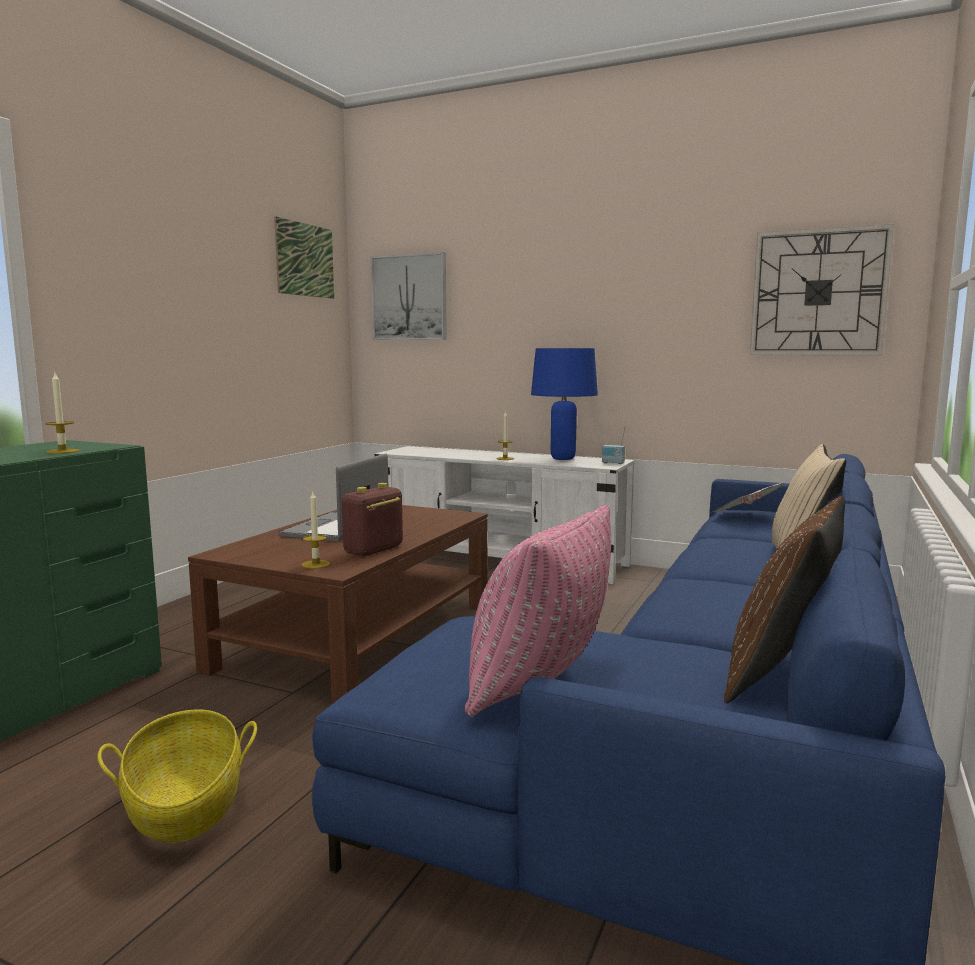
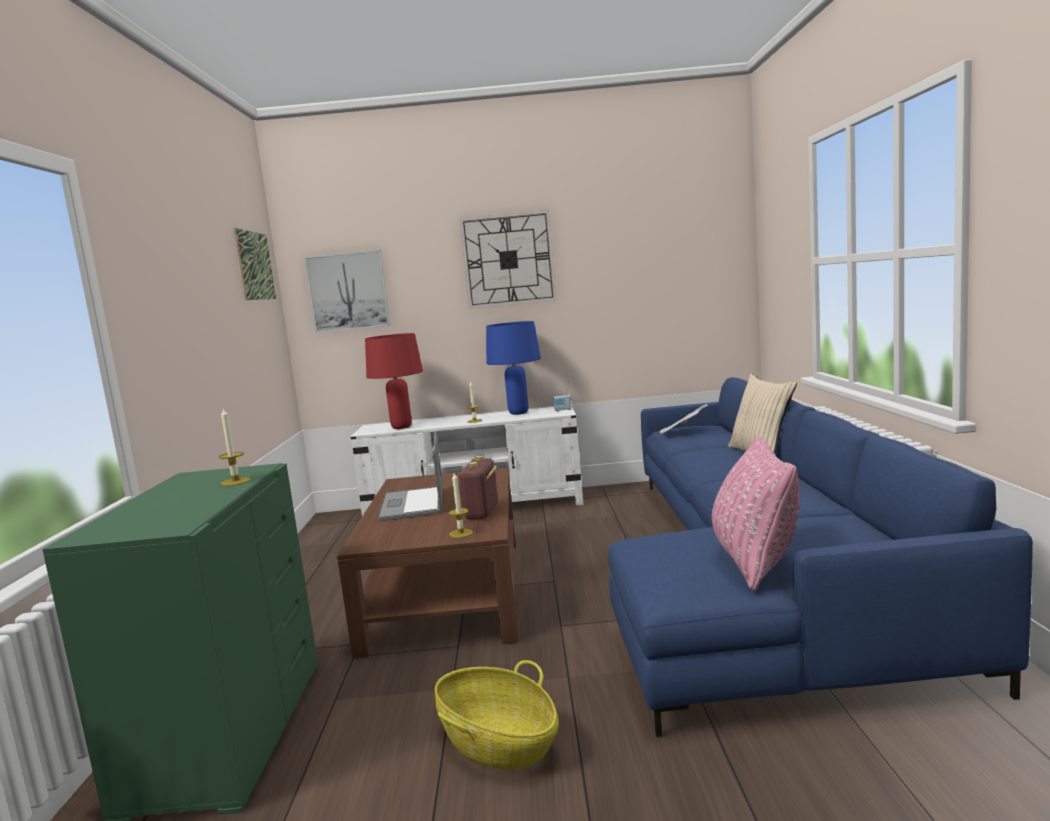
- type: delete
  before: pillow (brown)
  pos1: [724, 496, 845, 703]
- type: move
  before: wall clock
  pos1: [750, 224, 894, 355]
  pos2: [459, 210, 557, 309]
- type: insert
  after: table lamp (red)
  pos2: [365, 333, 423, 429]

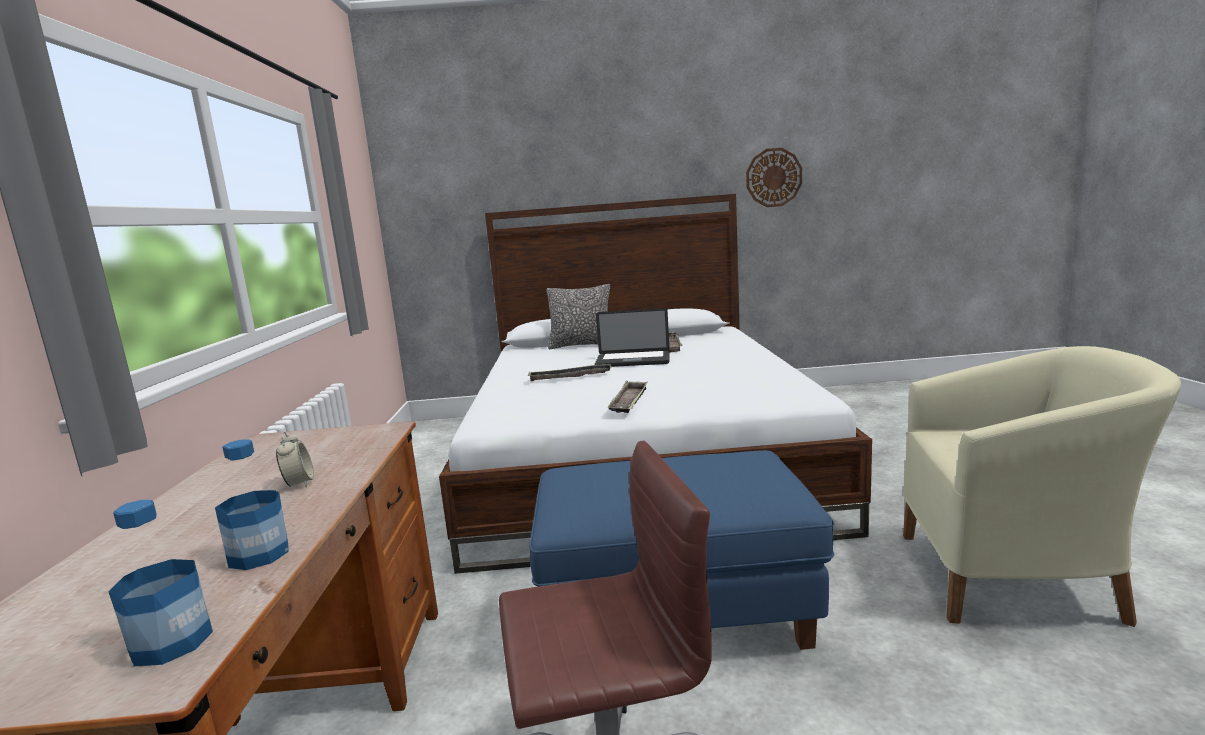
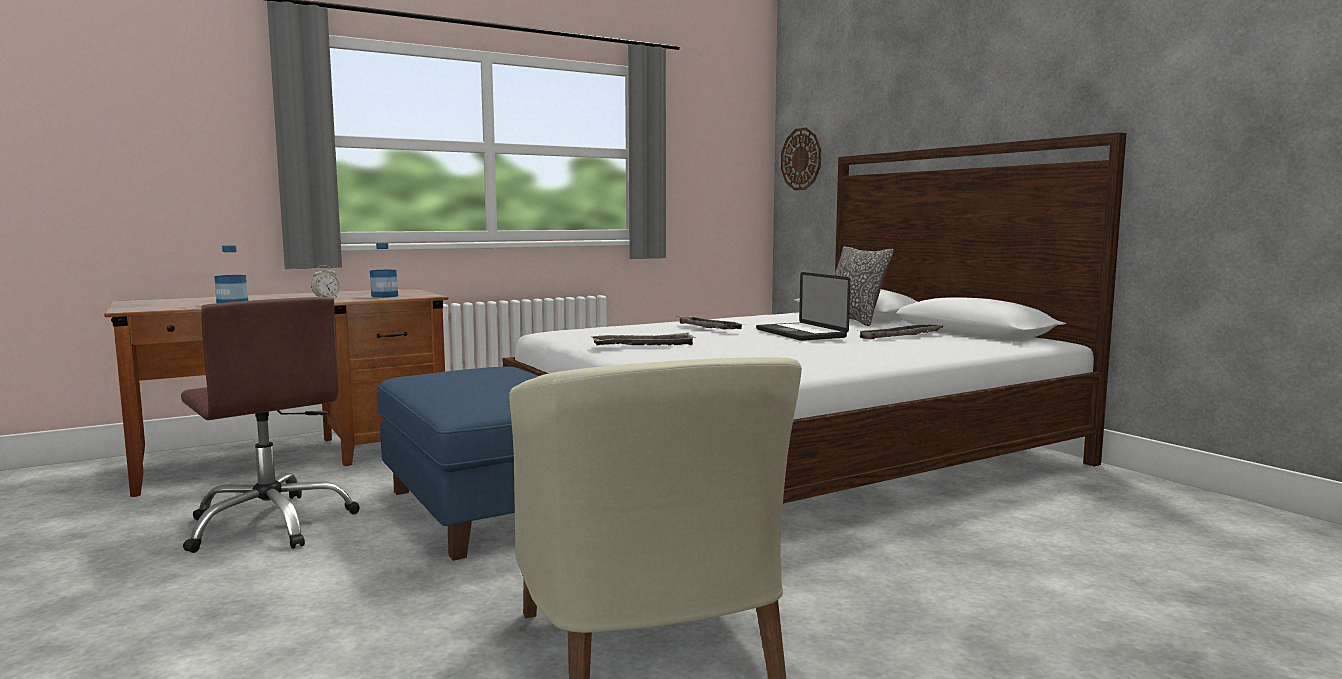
- type: move
  before: bottle
  pos1: [109, 500, 213, 666]
  pos2: [370, 243, 398, 298]
- type: move
  before: wall clock
  pos1: [746, 148, 802, 207]
  pos2: [781, 127, 821, 190]

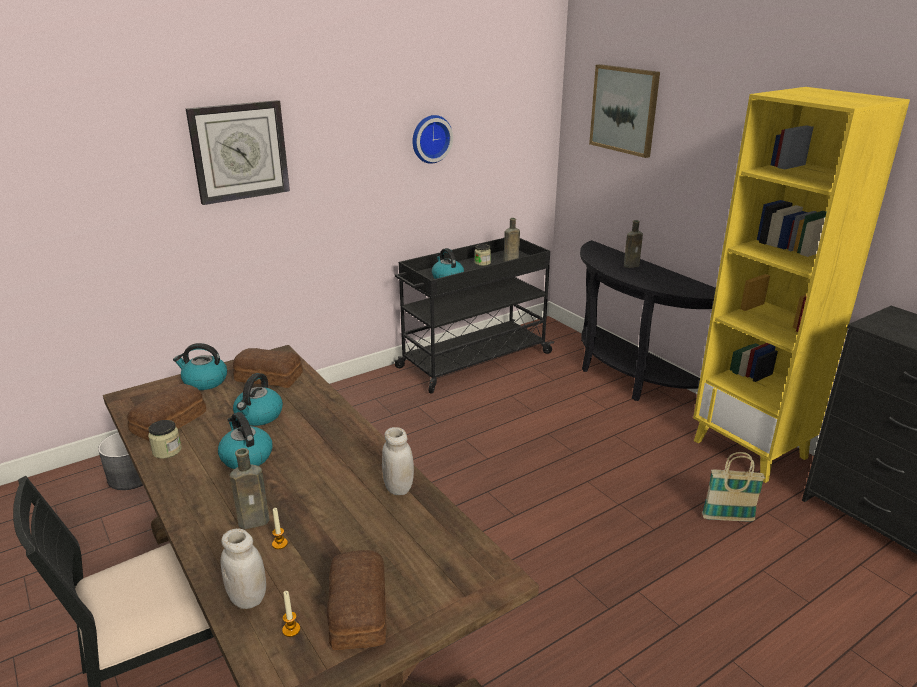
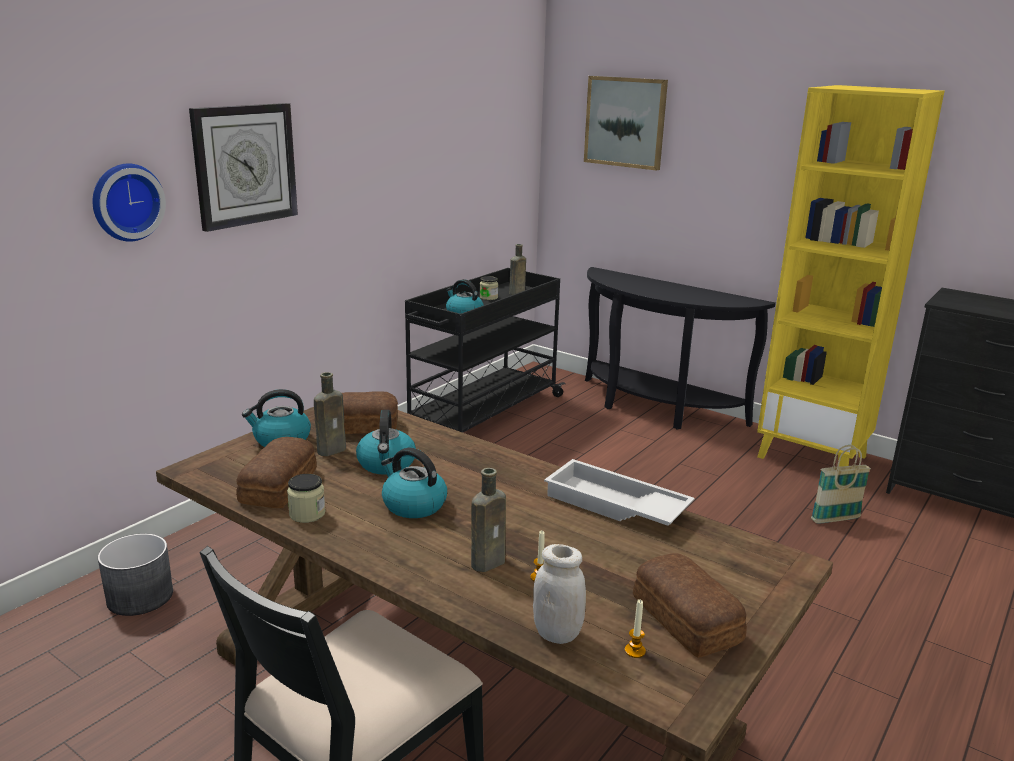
- type: replace
  before: jar (white)
  after: tray (white)
  pos1: [382, 427, 414, 495]
  pos2: [544, 459, 695, 526]
- type: move
  before: wall clock
  pos1: [412, 115, 453, 164]
  pos2: [93, 164, 166, 242]
- type: move
  before: bottle (brown)
  pos1: [624, 220, 643, 268]
  pos2: [314, 372, 346, 456]

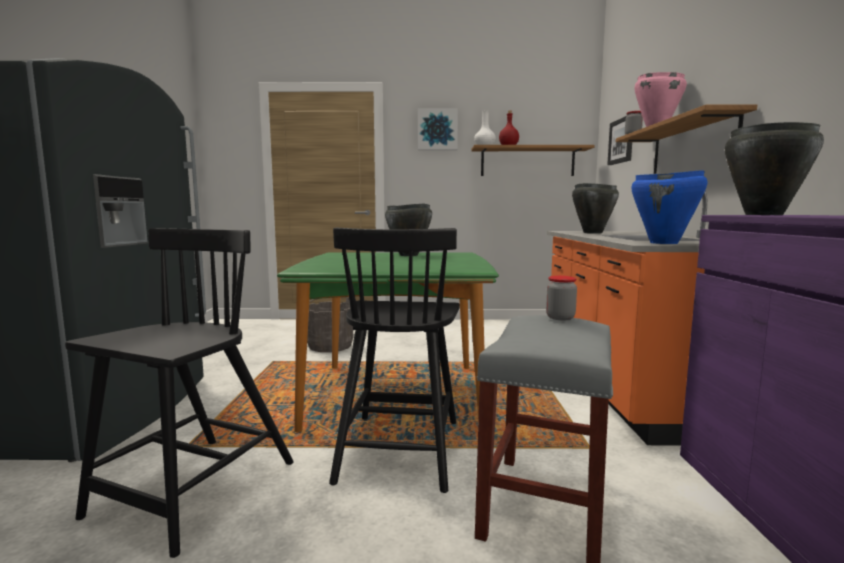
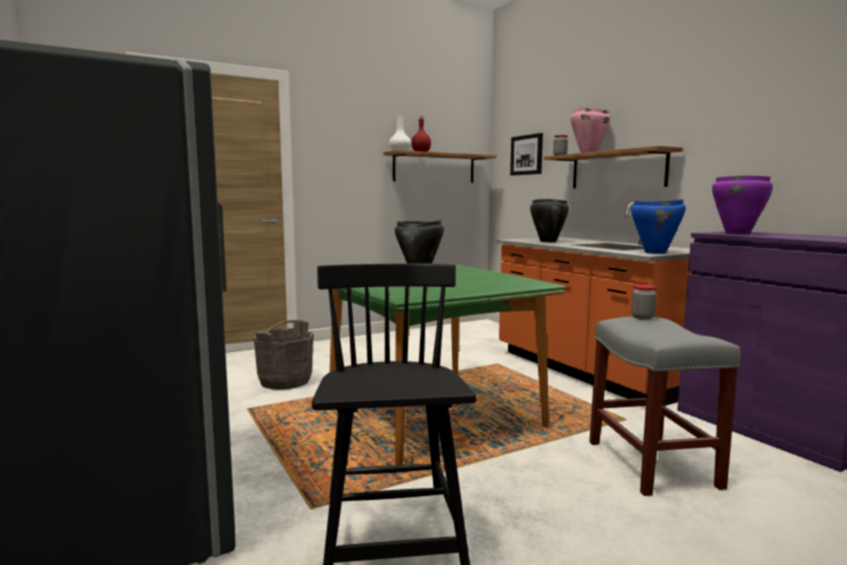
- type: delete
  before: chair (black)
  pos1: [329, 228, 460, 493]
- type: delete
  before: picture
  pos1: [418, 108, 458, 150]
- type: recolor
  before: cooking pot (black)
  after: cooking pot (purple)
  pos1: [725, 122, 824, 215]
  pos2: [712, 175, 773, 235]

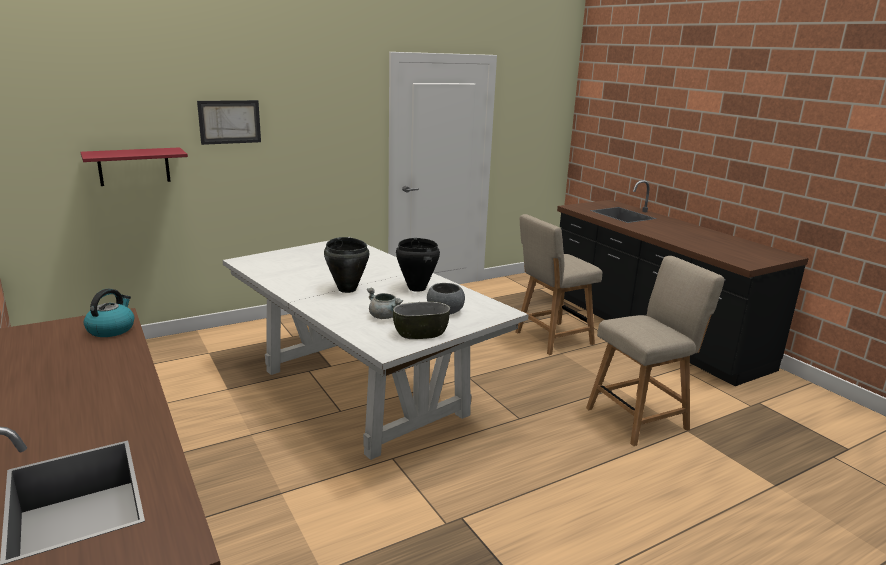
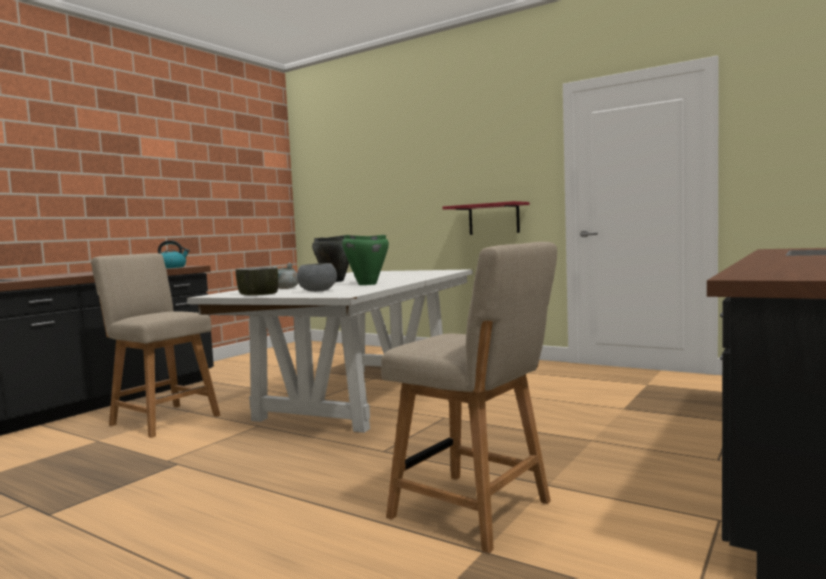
- type: move
  before: shelf (red)
  pos1: [81, 147, 188, 186]
  pos2: [442, 201, 529, 235]
- type: delete
  before: picture
  pos1: [197, 100, 261, 145]
- type: recolor
  before: cooking pot (black)
  after: cooking pot (green)
  pos1: [396, 238, 440, 292]
  pos2: [342, 235, 389, 285]
- type: move
  before: chair (beige)
  pos1: [515, 214, 602, 355]
  pos2: [91, 253, 220, 438]

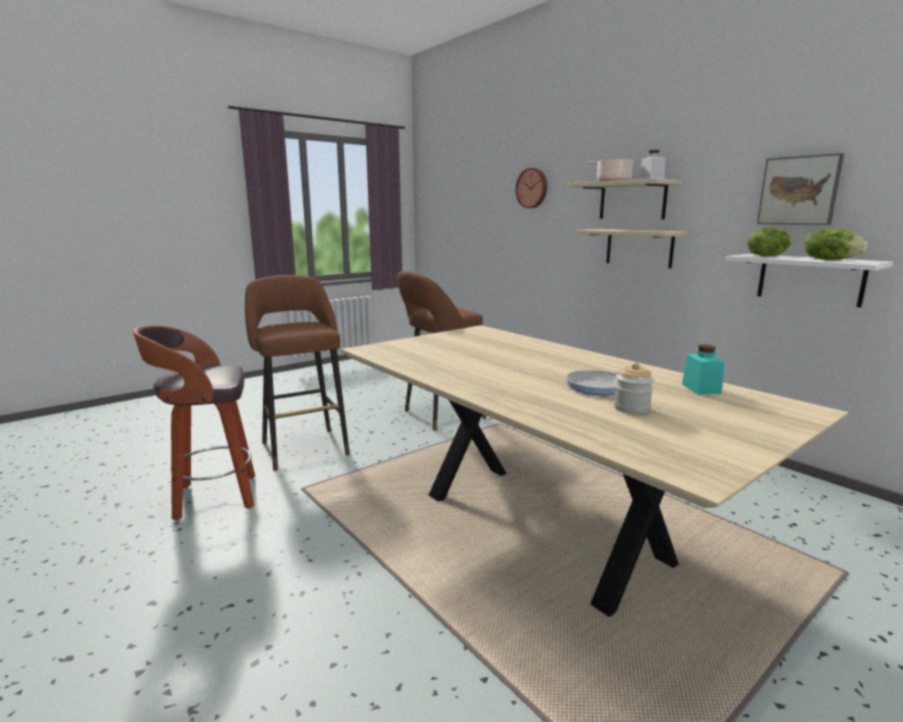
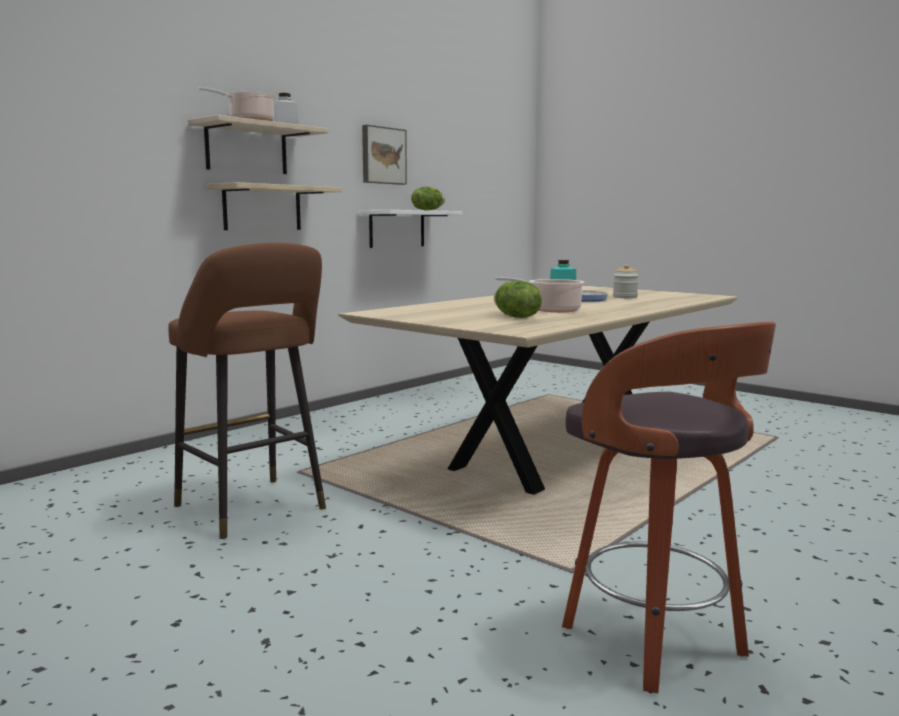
- type: delete
  before: stool (brown)
  pos1: [245, 275, 350, 471]
- type: delete
  before: wall clock
  pos1: [516, 168, 547, 208]
- type: move
  before: lettuce
  pos1: [748, 227, 792, 256]
  pos2: [494, 281, 542, 318]
- type: insert
  after: cooking pot
  pos2: [495, 277, 585, 313]

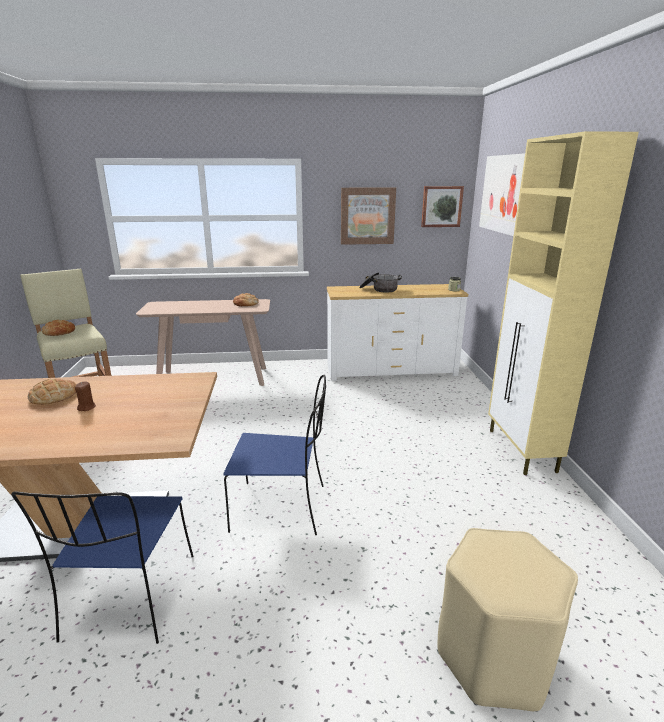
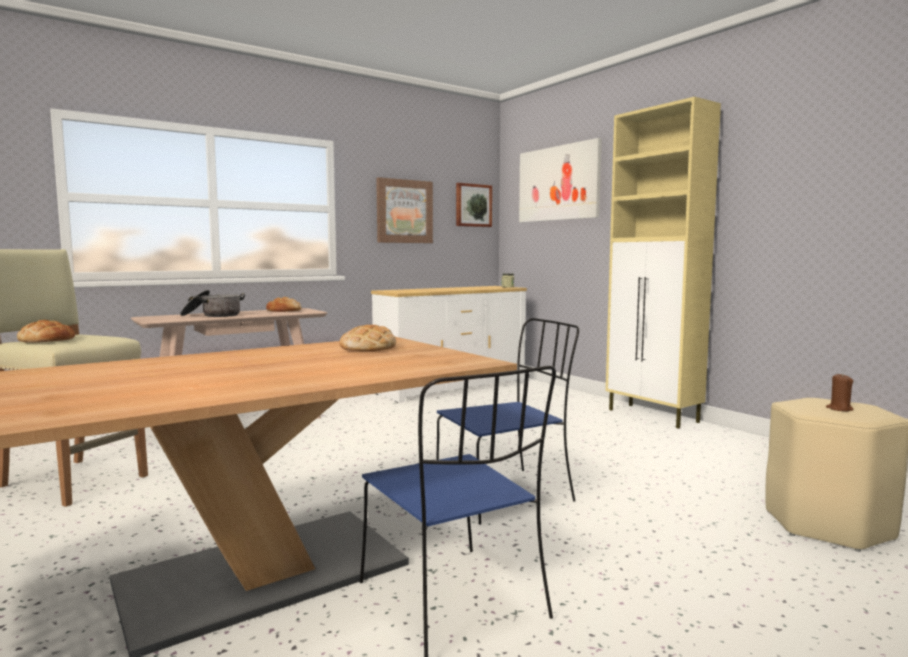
- type: move
  before: bread
  pos1: [28, 379, 76, 405]
  pos2: [339, 325, 396, 351]
- type: move
  before: candle (brown)
  pos1: [75, 382, 96, 411]
  pos2: [826, 373, 854, 412]
- type: move
  before: cooking pot
  pos1: [360, 272, 402, 293]
  pos2: [180, 290, 245, 317]

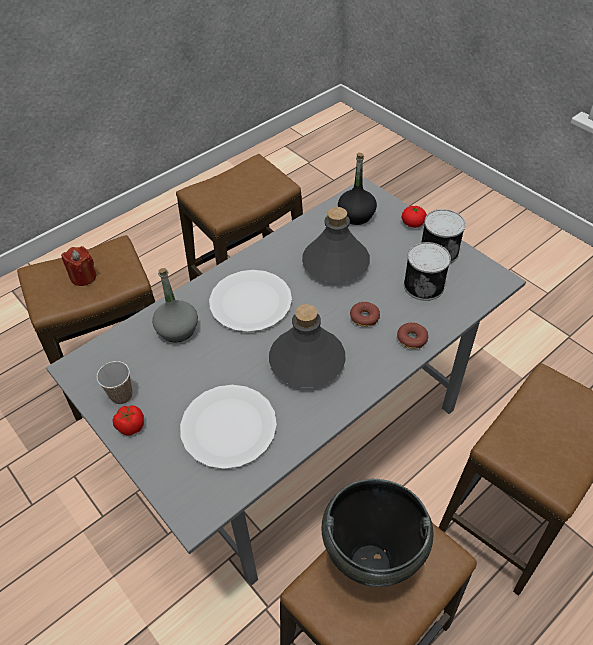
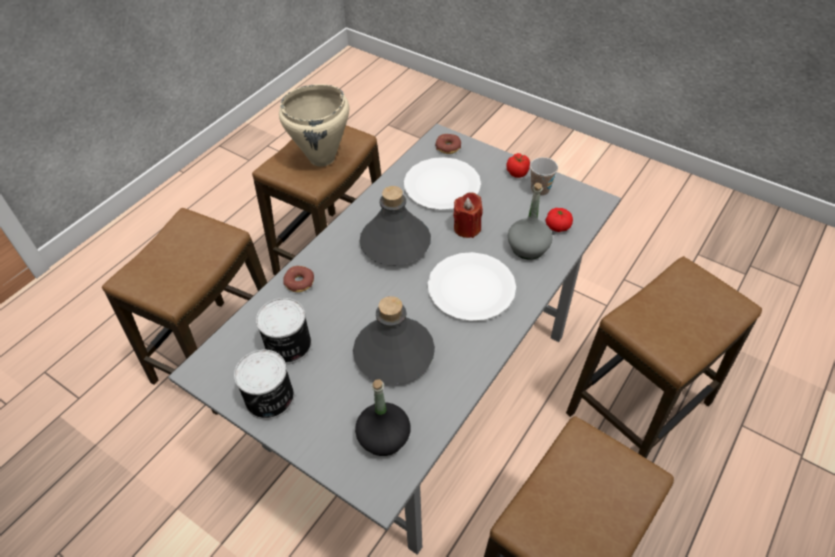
- type: move
  before: candle (red)
  pos1: [61, 246, 97, 286]
  pos2: [453, 192, 483, 238]
- type: recolor
  before: cooking pot (black)
  after: cooking pot (beige)
  pos1: [321, 479, 433, 587]
  pos2: [279, 84, 349, 167]
- type: move
  before: donut
  pos1: [350, 302, 380, 327]
  pos2: [435, 134, 461, 154]
- type: move
  before: tomato
  pos1: [402, 206, 427, 228]
  pos2: [545, 208, 573, 232]

